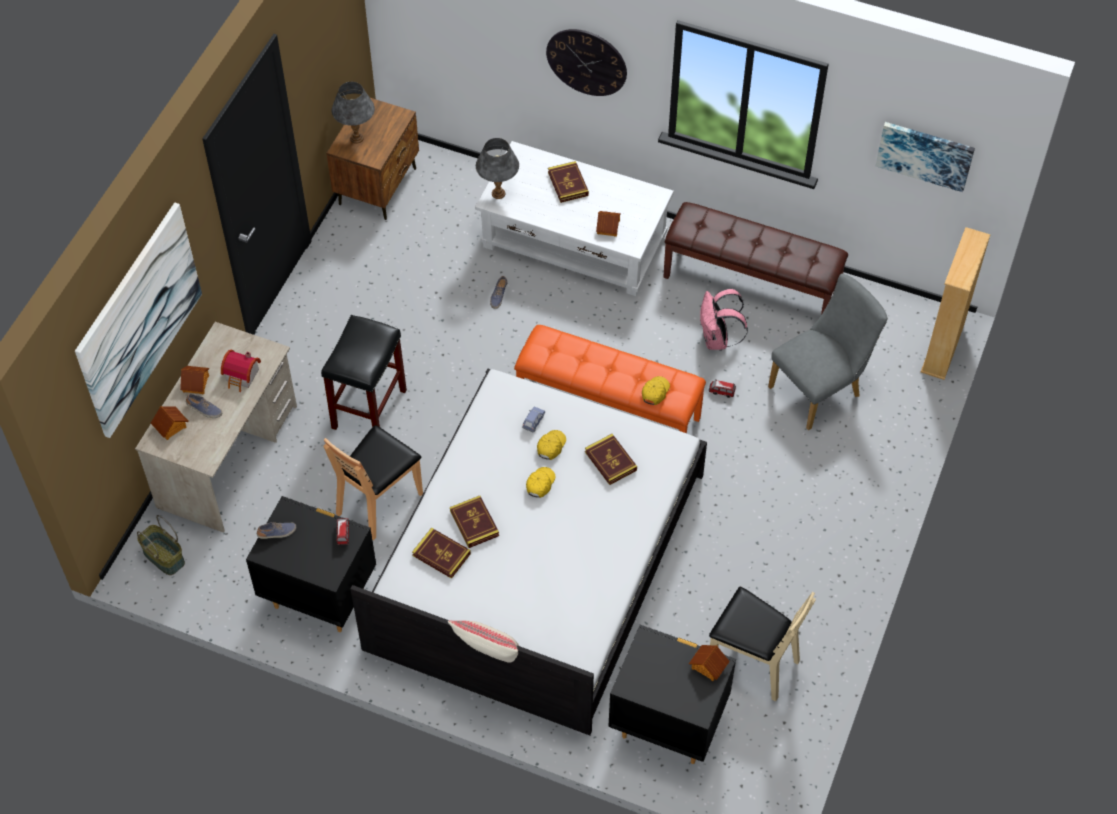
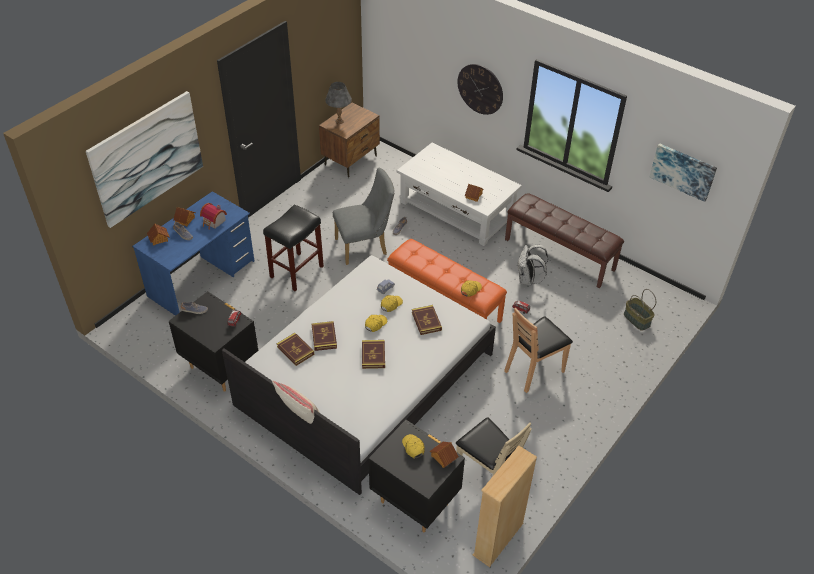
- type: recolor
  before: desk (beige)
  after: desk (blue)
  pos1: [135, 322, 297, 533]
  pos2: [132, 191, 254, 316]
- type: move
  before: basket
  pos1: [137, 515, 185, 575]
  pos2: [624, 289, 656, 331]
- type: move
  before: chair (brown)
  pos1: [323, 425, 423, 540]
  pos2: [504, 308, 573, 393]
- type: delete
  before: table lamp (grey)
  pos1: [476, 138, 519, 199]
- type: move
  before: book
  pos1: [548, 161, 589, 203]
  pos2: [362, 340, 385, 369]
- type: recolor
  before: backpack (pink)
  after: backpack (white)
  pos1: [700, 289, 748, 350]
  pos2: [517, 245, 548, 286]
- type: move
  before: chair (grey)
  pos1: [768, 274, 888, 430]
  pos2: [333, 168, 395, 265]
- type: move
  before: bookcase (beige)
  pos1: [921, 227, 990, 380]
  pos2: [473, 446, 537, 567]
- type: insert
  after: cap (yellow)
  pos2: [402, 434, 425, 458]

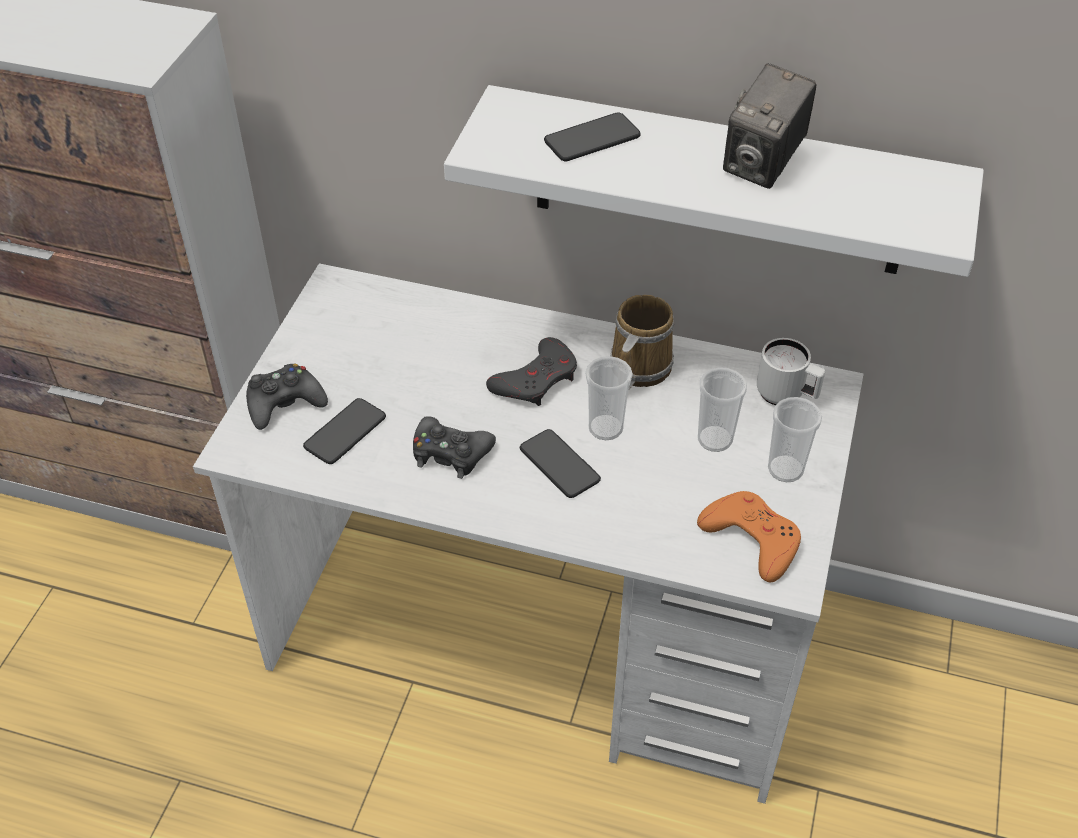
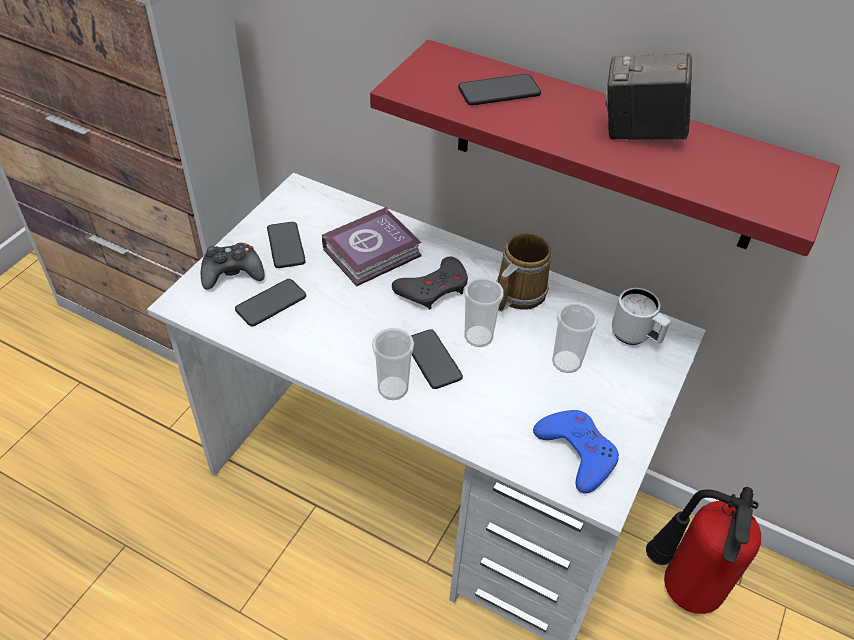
- type: delete
  before: game controller (black)
  pos1: [413, 416, 496, 479]
- type: recolor
  before: shelf (white)
  after: shelf (red)
  pos1: [444, 85, 984, 277]
  pos2: [370, 40, 840, 256]
- type: recolor
  before: game controller (orange)
  after: game controller (blue)
  pos1: [697, 491, 801, 583]
  pos2: [533, 410, 619, 494]
- type: rotate
  before: photo camera
  pos1: [723, 63, 816, 189]
  pos2: [605, 53, 692, 140]
  turn: 60
- type: move
  before: cup
  pos1: [768, 397, 822, 482]
  pos2: [372, 328, 414, 400]
- type: insert
  after: phone
  pos2: [267, 222, 306, 268]
- type: insert
  after: book
  pos2: [322, 207, 422, 287]
- type: insert
  after: fire extinguisher
  pos2: [646, 487, 761, 614]

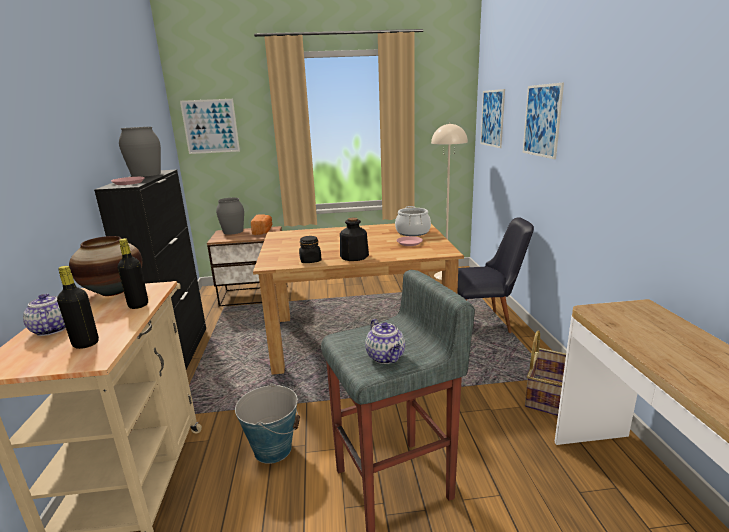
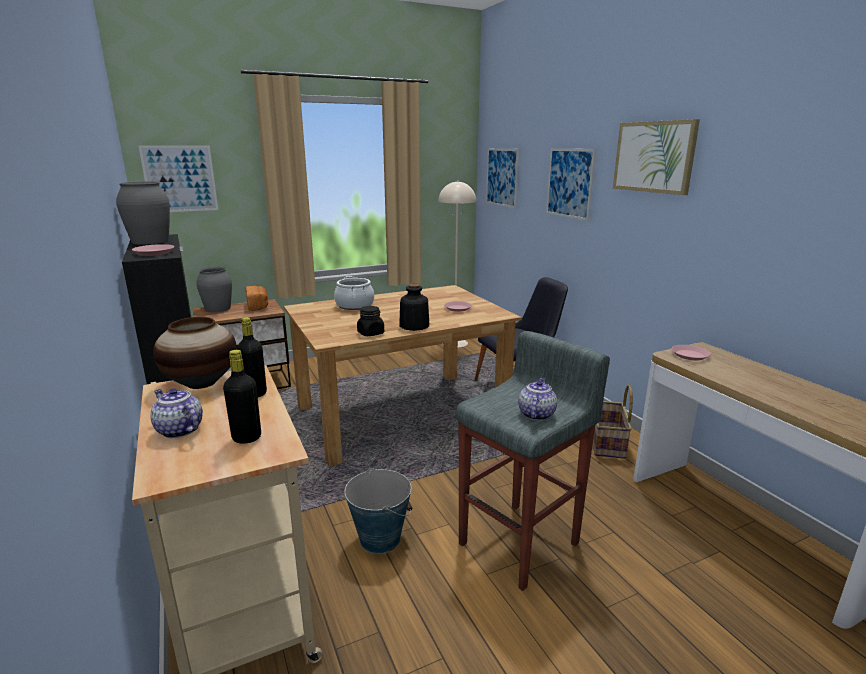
- type: rotate
  before: teapot
  pos1: [365, 319, 405, 364]
  pos2: [518, 378, 557, 421]
  turn: -120
- type: move
  before: cooking pot
  pos1: [395, 206, 431, 236]
  pos2: [334, 276, 374, 310]
- type: insert
  after: picture
  pos2: [613, 119, 700, 195]
- type: insert
  after: plate (pink)
  pos2: [672, 345, 711, 361]

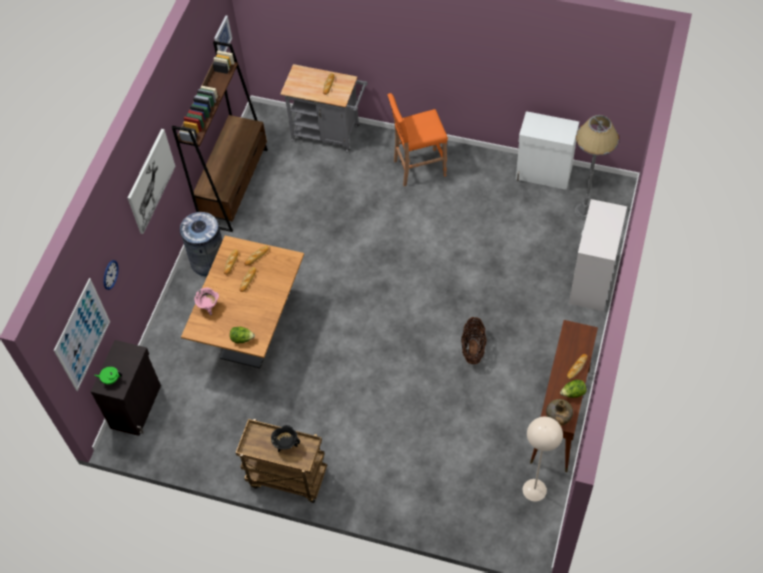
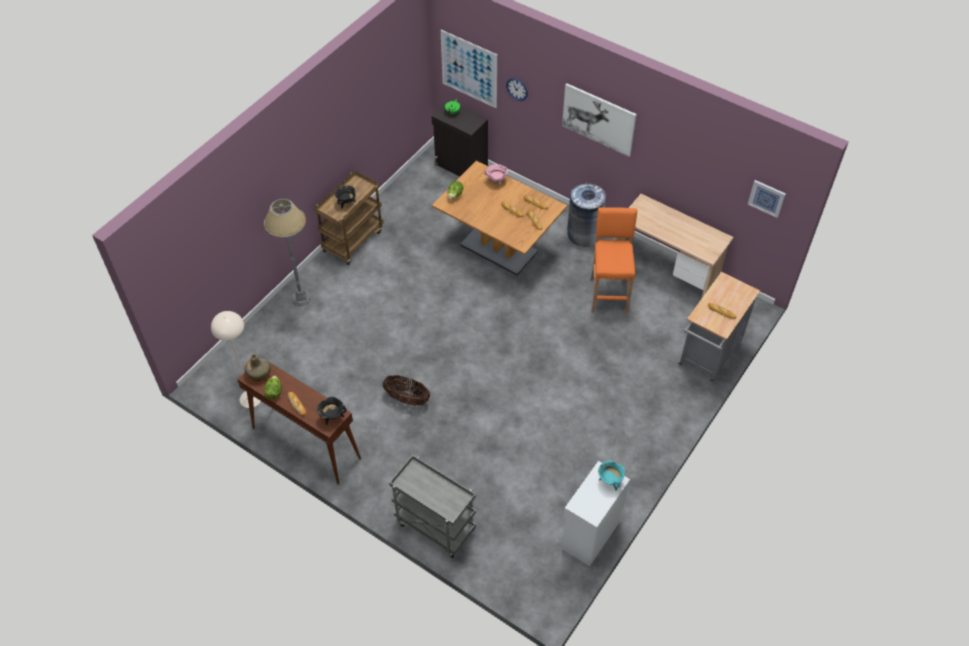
- type: replace
  before: bookcase (brown)
  after: desk (beige)
  pos1: [172, 41, 268, 232]
  pos2: [612, 194, 734, 299]
- type: move
  before: stool (orange)
  pos1: [387, 93, 448, 186]
  pos2: [591, 207, 637, 314]
- type: replace
  before: dresser (white)
  after: cart (grey)
  pos1: [569, 199, 627, 311]
  pos2: [389, 455, 476, 558]
- type: move
  before: floor lamp (grey)
  pos1: [575, 115, 619, 219]
  pos2: [264, 199, 311, 306]
- type: insert
  after: cooking pot (black)
  pos2: [317, 397, 347, 425]
- type: insert
  after: cooking pot (turquoise)
  pos2: [598, 460, 625, 490]

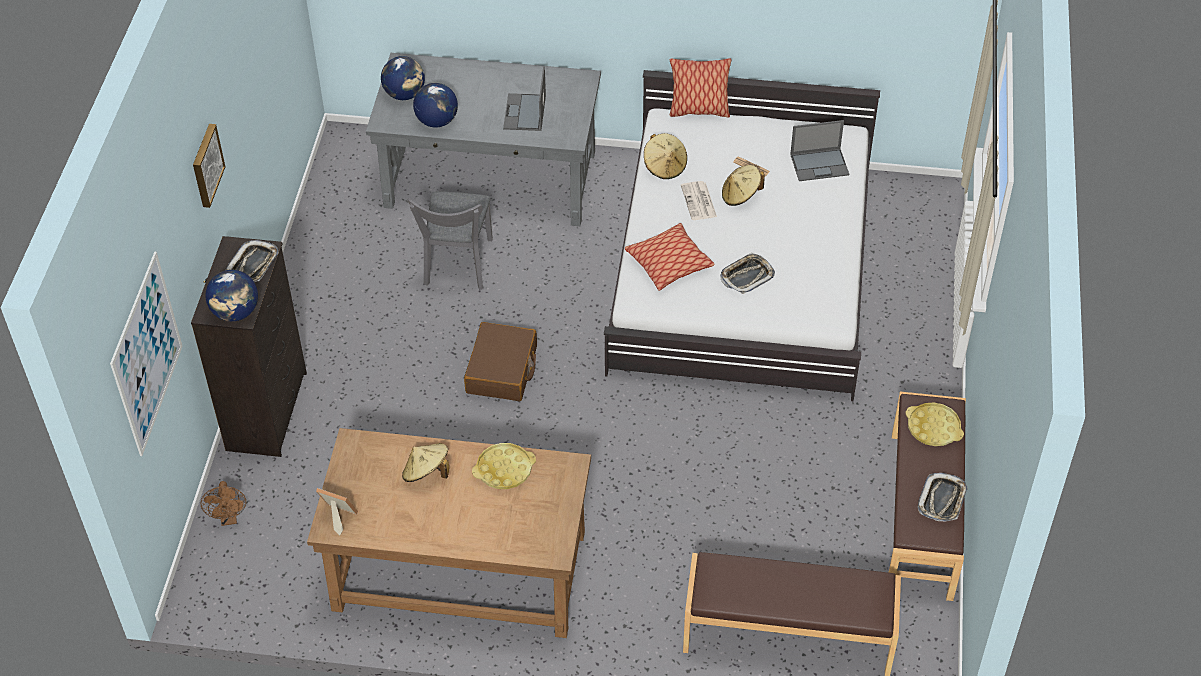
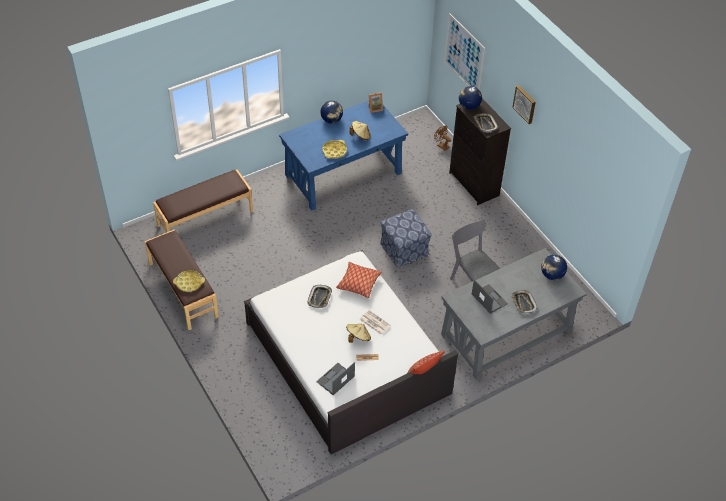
- type: recolor
  before: desk (brown)
  after: desk (blue)
  pos1: [307, 428, 591, 638]
  pos2: [279, 101, 408, 210]
- type: move
  before: globe
  pos1: [413, 83, 458, 128]
  pos2: [320, 101, 343, 123]
- type: replace
  before: suitcase (brown)
  after: ottoman
  pos1: [464, 322, 537, 401]
  pos2: [380, 209, 432, 268]
- type: delete
  before: hat (beige)
  pos1: [644, 133, 687, 179]
- type: move
  before: tray
  pos1: [918, 473, 967, 522]
  pos2: [511, 290, 538, 315]

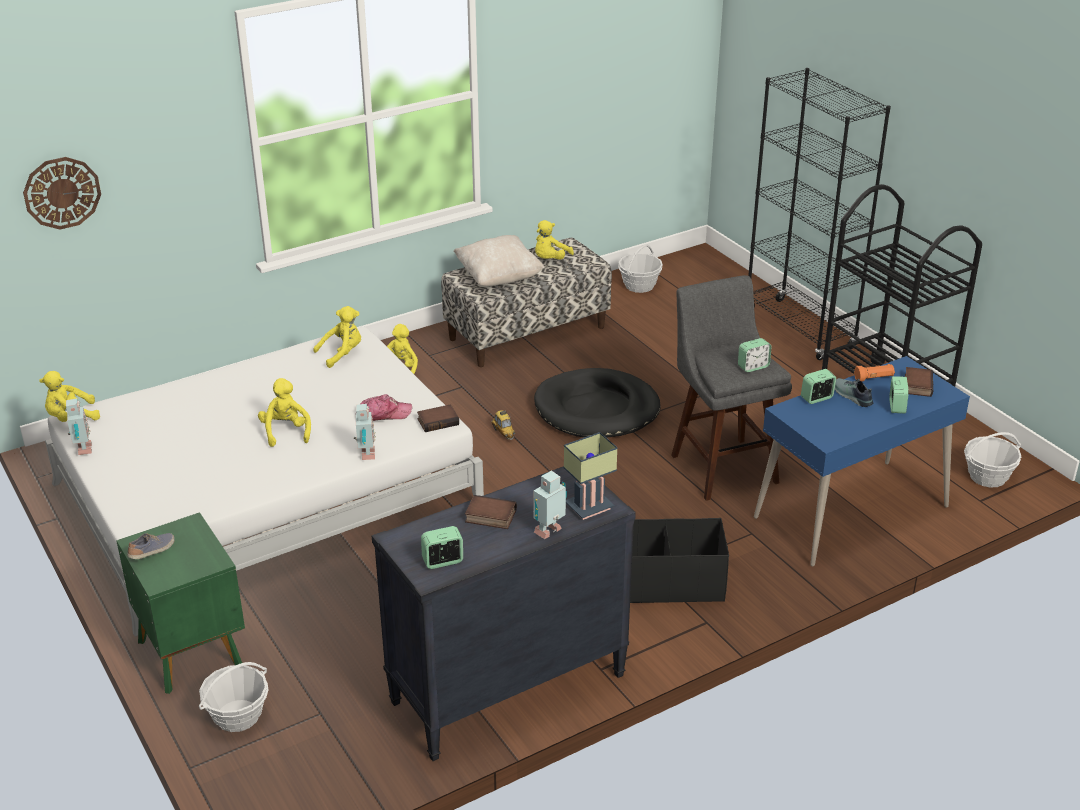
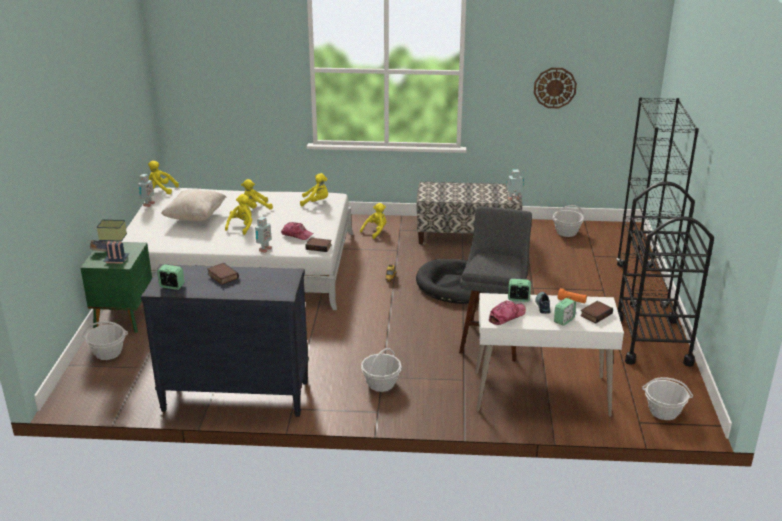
- type: move
  before: wall clock
  pos1: [23, 157, 101, 230]
  pos2: [534, 68, 577, 108]
- type: move
  before: pillow (beige)
  pos1: [454, 235, 545, 286]
  pos2: [161, 190, 227, 221]
- type: move
  before: toy robot
  pos1: [533, 470, 567, 539]
  pos2: [506, 169, 524, 200]
- type: move
  before: plush toy (yellow)
  pos1: [535, 220, 574, 260]
  pos2: [241, 179, 273, 210]
- type: move
  before: table lamp
  pos1: [564, 432, 618, 520]
  pos2: [97, 219, 129, 264]
- type: replace
  before: storage box (black)
  after: basket
  pos1: [630, 518, 729, 603]
  pos2: [361, 348, 402, 392]
- type: delete
  before: alarm clock
  pos1: [738, 338, 772, 372]
- type: recolor
  before: desk (blue)
  after: desk (white)
  pos1: [754, 356, 970, 567]
  pos2: [475, 293, 624, 417]
- type: insert
  after: cap
  pos2: [488, 301, 526, 325]

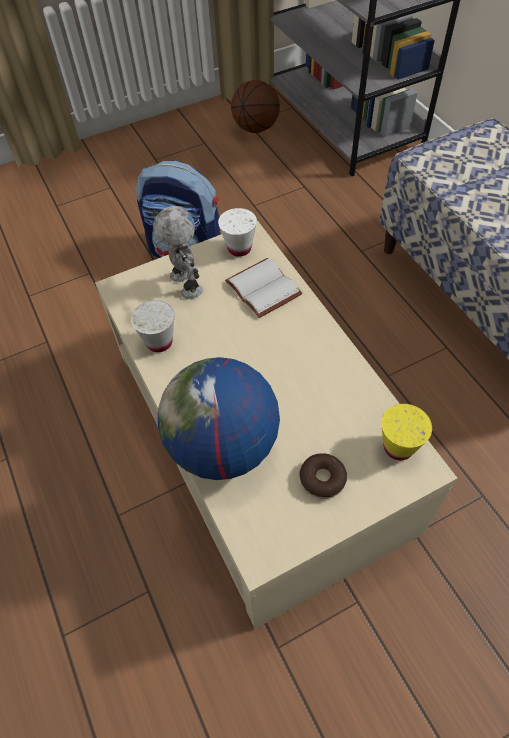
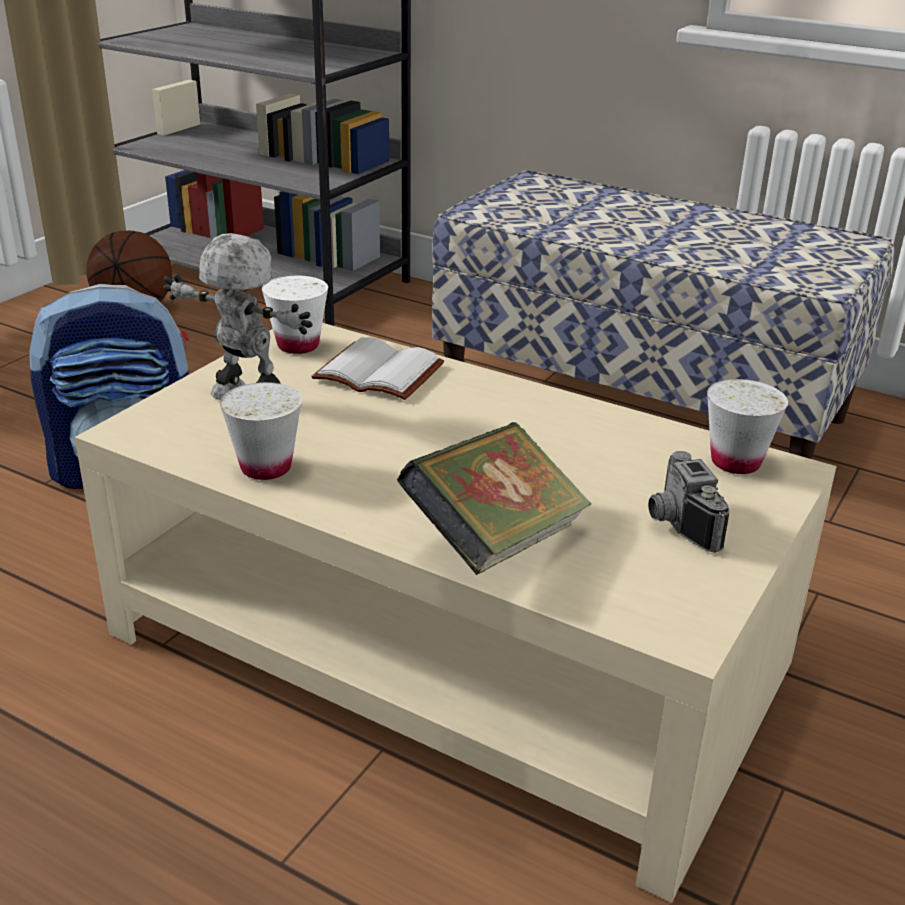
- type: replace
  before: globe
  after: book
  pos1: [158, 357, 280, 480]
  pos2: [397, 422, 591, 575]
- type: replace
  before: donut
  after: photo camera
  pos1: [299, 453, 347, 498]
  pos2: [648, 451, 730, 553]
- type: recolor
  before: cup (yellow)
  after: cup (white)
  pos1: [381, 404, 432, 460]
  pos2: [707, 379, 788, 474]

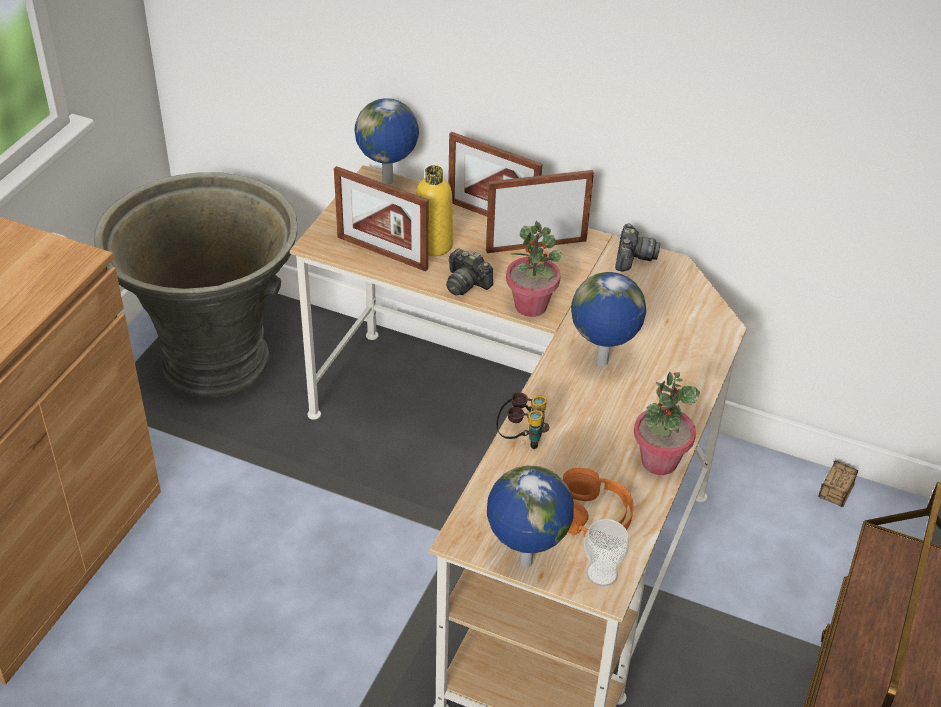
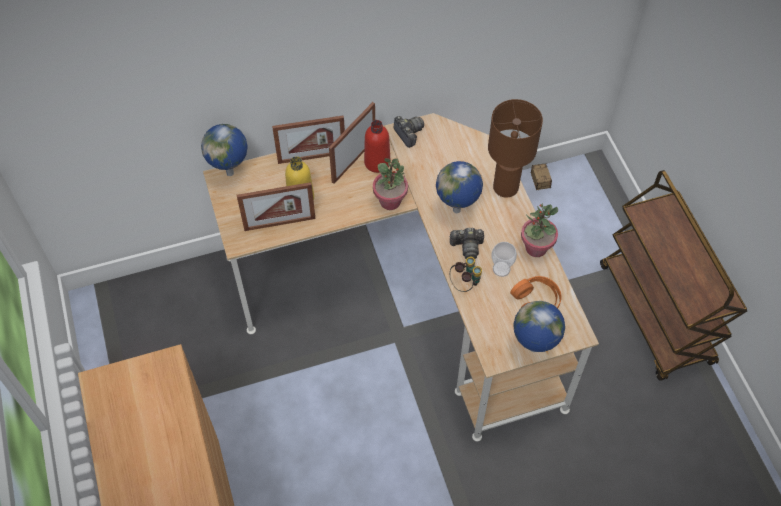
- type: delete
  before: planter (grey)
  pos1: [94, 172, 298, 397]
- type: move
  before: photo camera
  pos1: [446, 249, 493, 295]
  pos2: [449, 228, 484, 259]
- type: move
  before: cup
  pos1: [584, 519, 629, 587]
  pos2: [491, 242, 517, 277]
- type: insert
  after: bottle (red)
  pos2: [364, 120, 391, 173]
- type: insert
  after: table lamp (brown)
  pos2: [488, 99, 543, 198]

